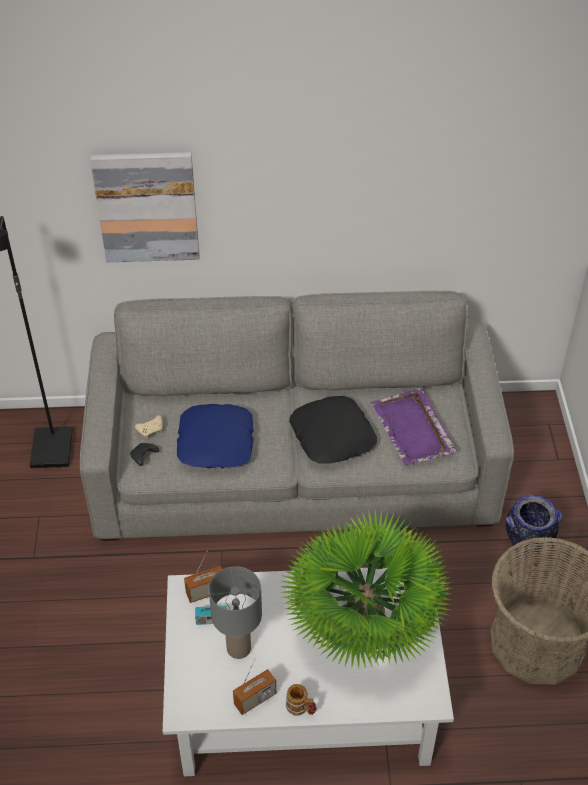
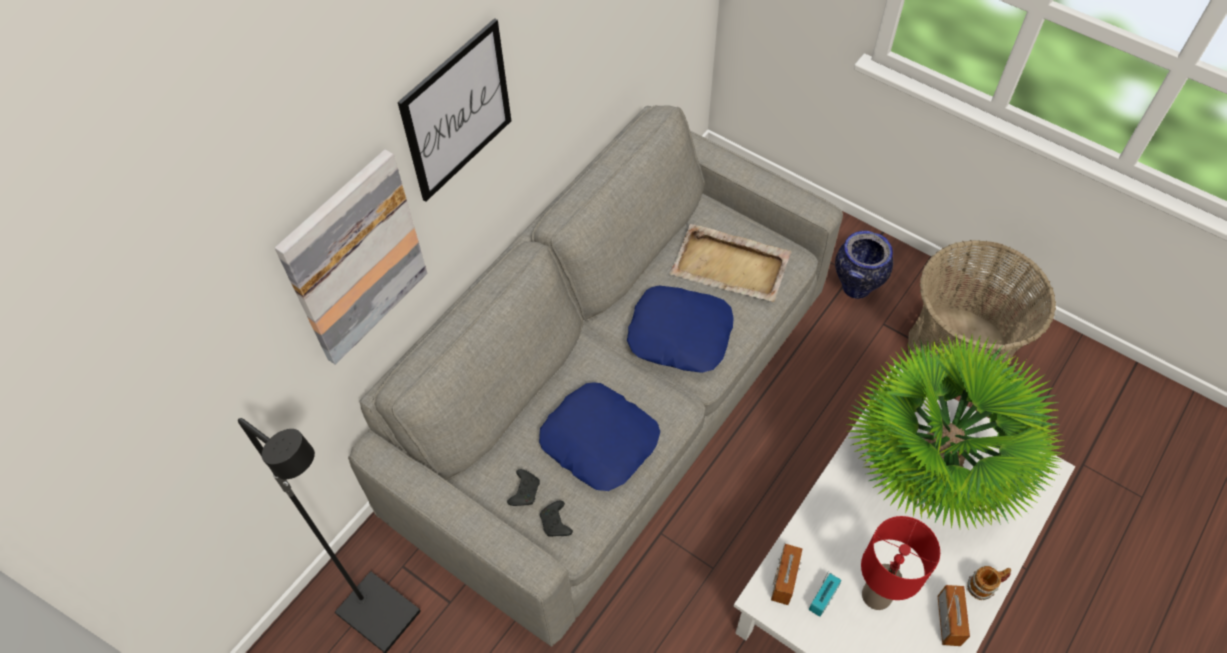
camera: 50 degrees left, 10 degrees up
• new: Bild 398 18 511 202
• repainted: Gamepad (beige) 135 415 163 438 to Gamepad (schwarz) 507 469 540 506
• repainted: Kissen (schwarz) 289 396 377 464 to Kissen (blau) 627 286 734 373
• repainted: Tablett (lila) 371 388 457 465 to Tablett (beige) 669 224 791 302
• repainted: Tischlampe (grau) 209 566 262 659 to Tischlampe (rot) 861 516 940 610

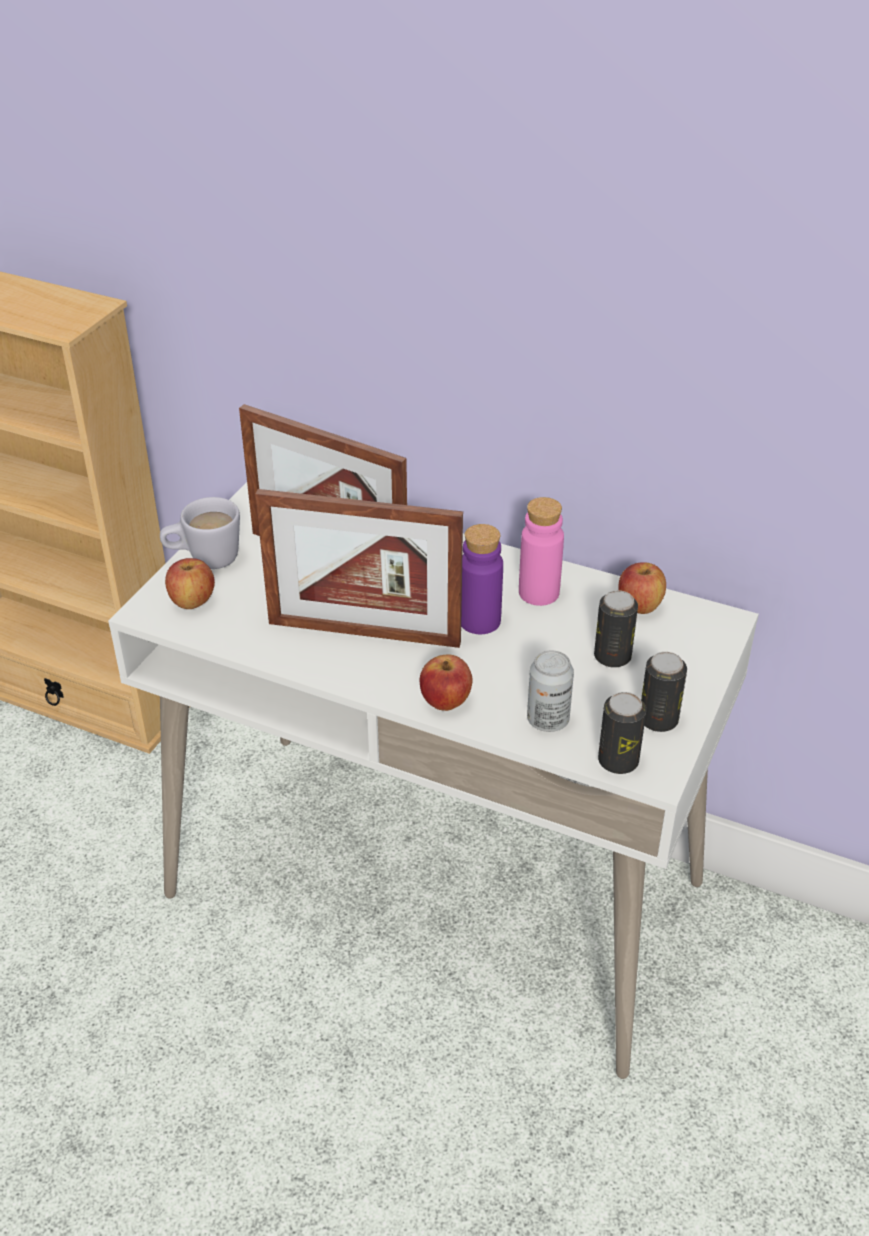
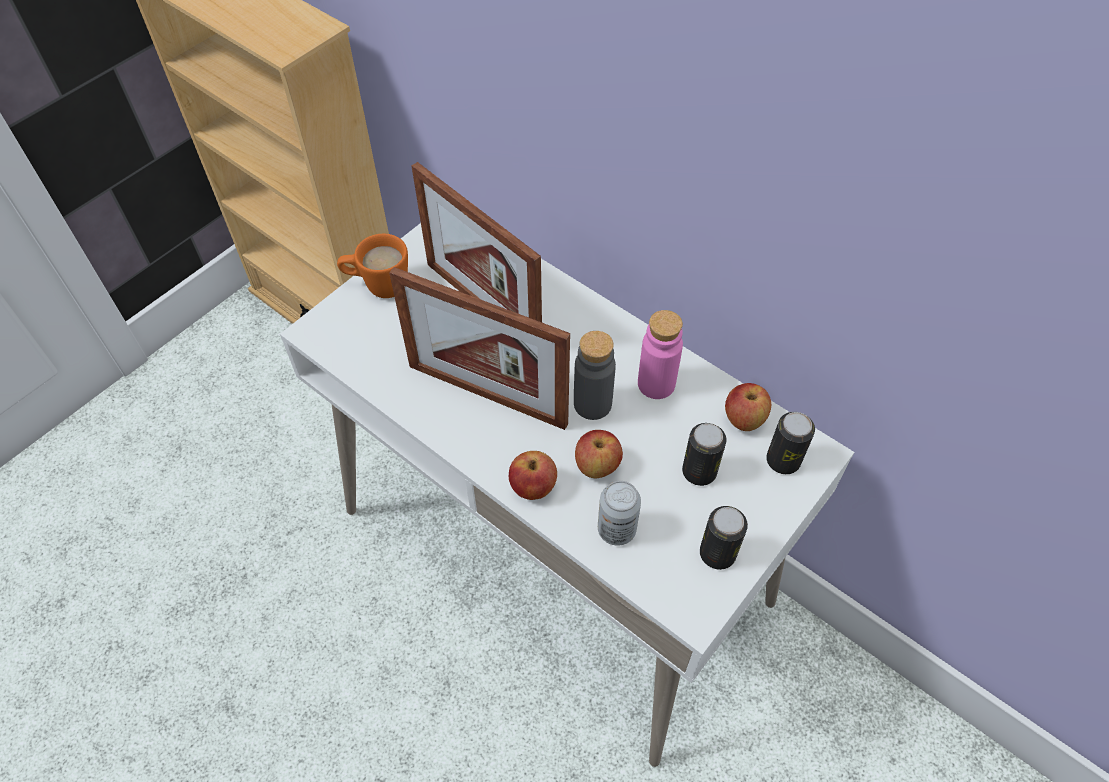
camera: 15 degrees right, 15 degrees up
• repainted: Henkelbecher (weiß) 160 497 240 569 to Henkelbecher (orange) 337 234 408 298
• repainted: Flasche (lila) 461 524 503 634 to Flasche (grau) 574 331 616 420
• shifted: Apfel 165 558 215 609 to 575 430 623 478
• shifted: Dose 598 692 646 774 to 766 412 815 474

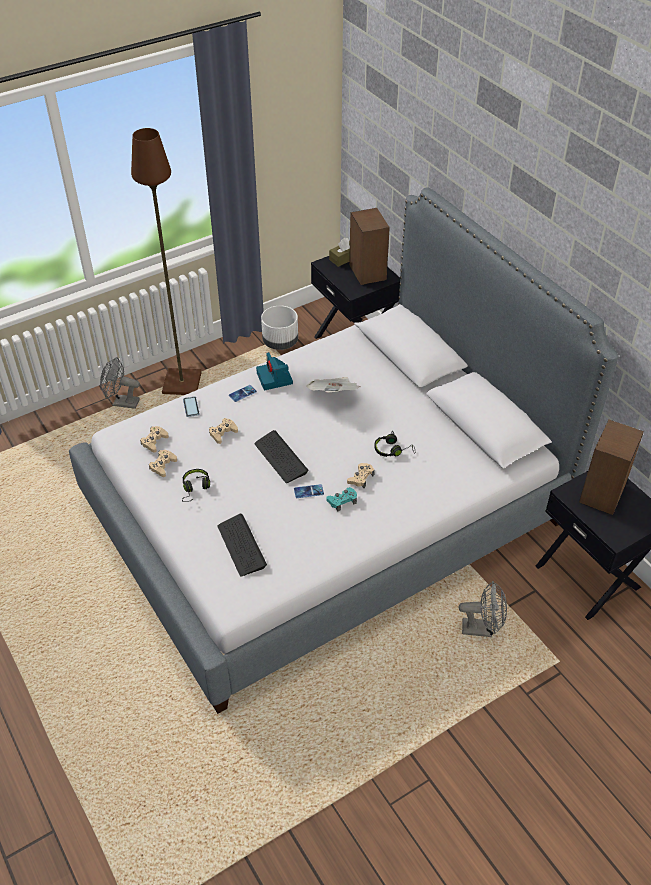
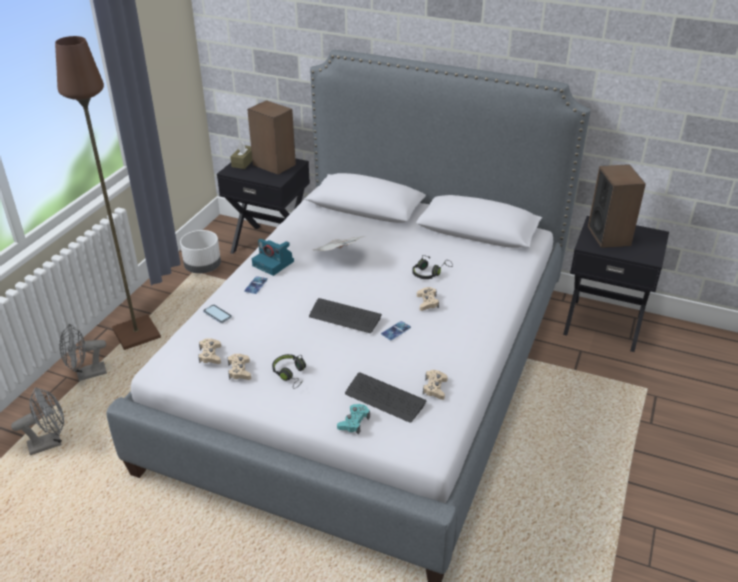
camera: 35 degrees left, 10 degrees down
• shifted: Ventilator (grau) 459 581 507 637 to 11 388 64 455
• shifted: Gamepad (türkis) 326 487 357 512 to 337 404 370 434
• shifted: Gamepad (beige) 209 418 238 444 to 423 370 448 400

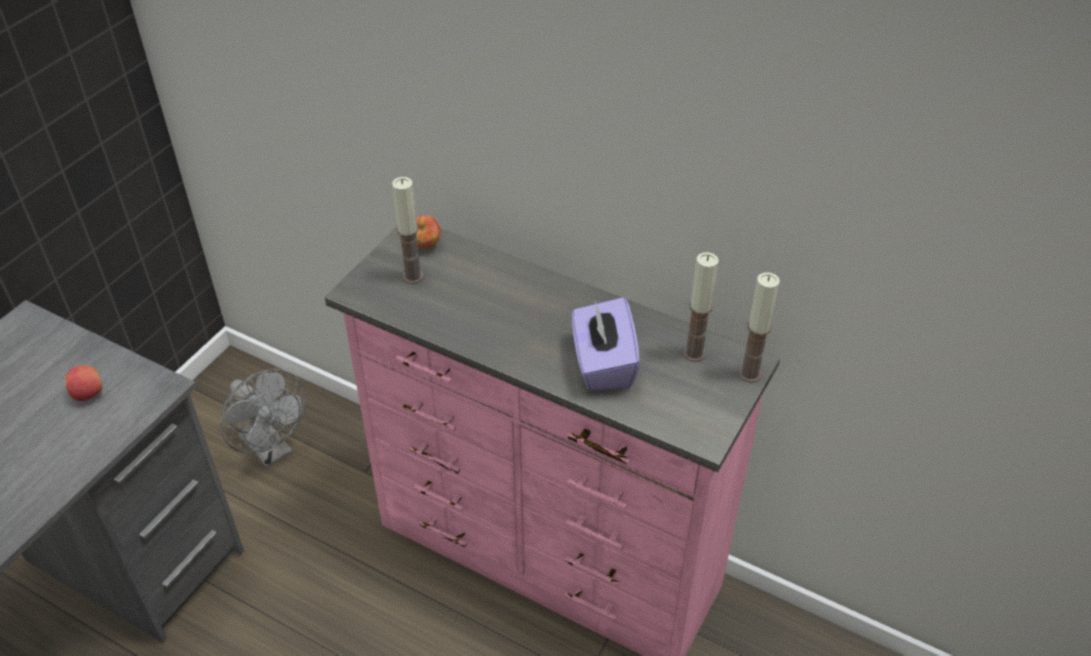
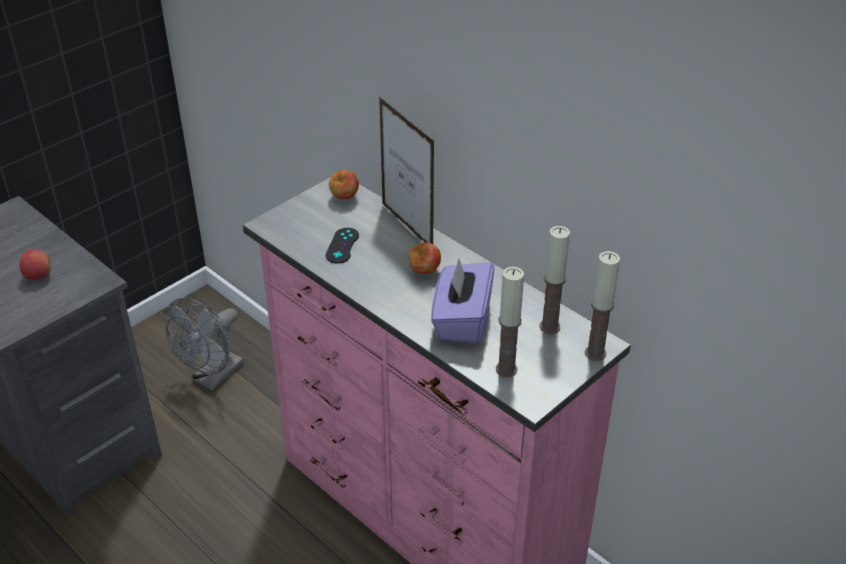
camera: 15 degrees right, 5 degrees down
• rotated: Ventilator (grau) 220 369 306 468 = 166 298 244 391 60 degrees clockwise
• new: Gamepad (schwarz) 325 228 359 264
• new: Bilderrahmen 379 97 434 244
• new: Apfel 409 242 441 274
• shifted: Kerze 392 177 423 284 to 496 267 524 377

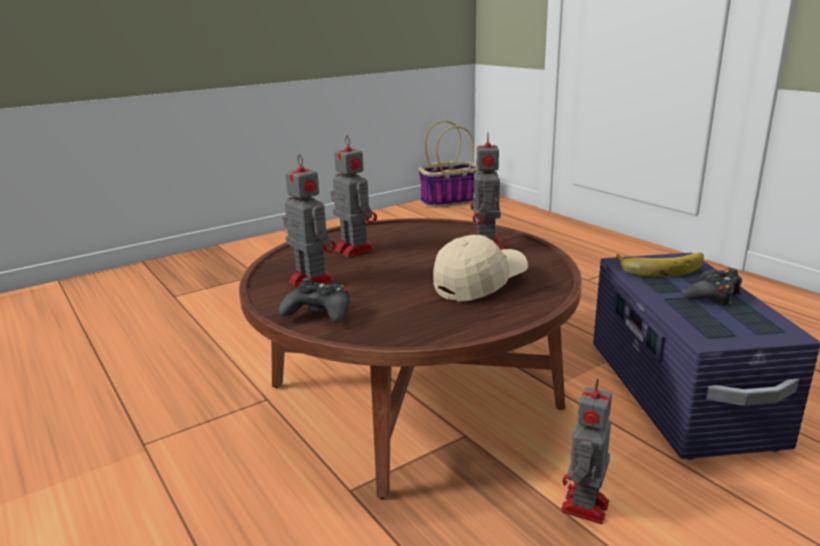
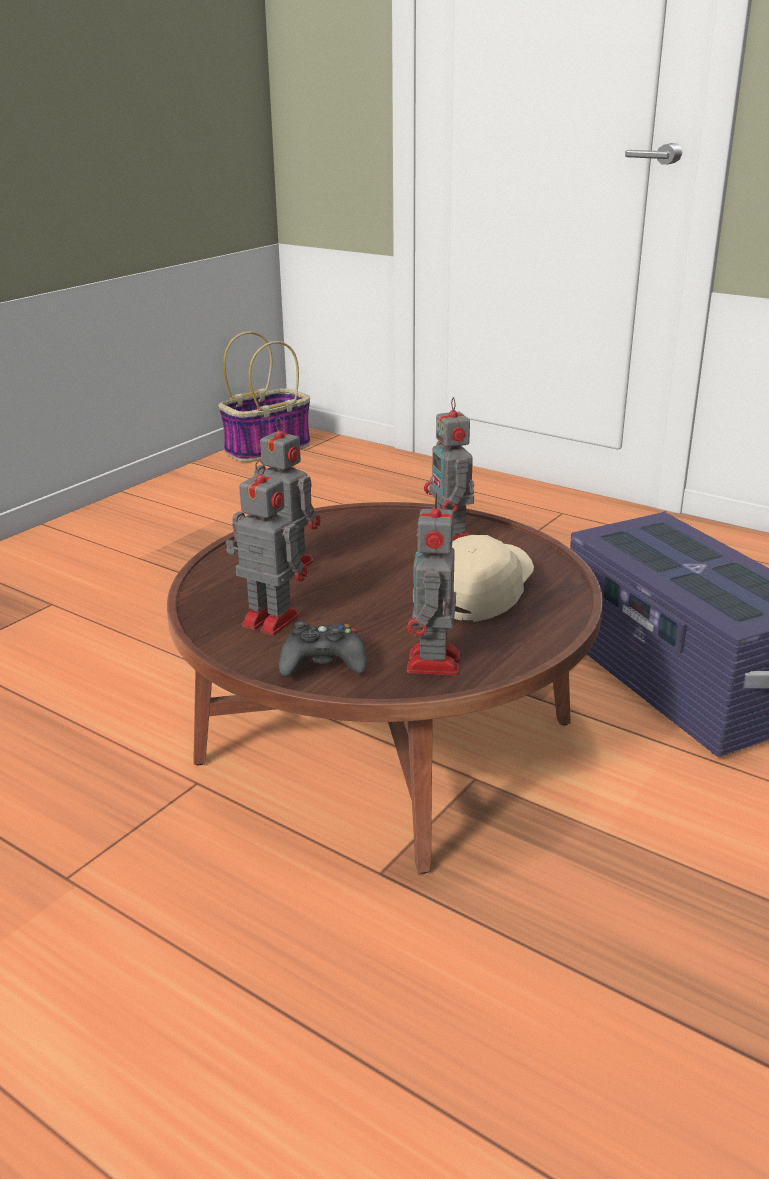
camera: 20 degrees left, 5 degrees up
• shifted: Spielzeugroboter 561 378 612 524 to 407 492 460 675
• gone: Banane 616 252 704 277
• gone: Gamepad (schwarz) 684 269 742 306

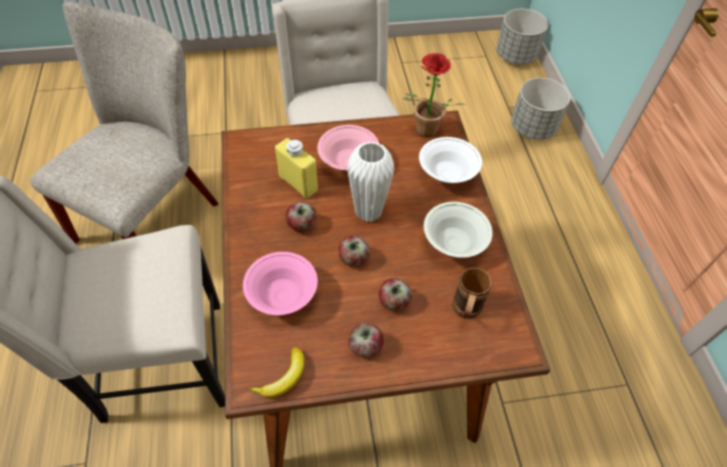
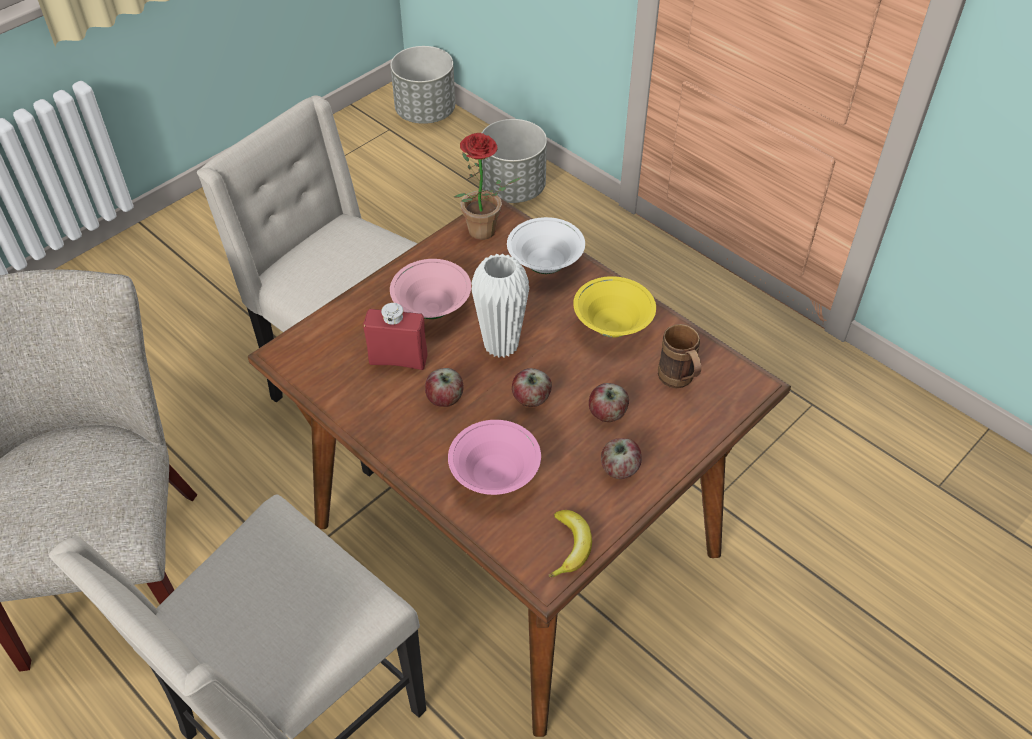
camera: 35 degrees left, 5 degrees down
• repainted: Flasche (gelb) 275 138 318 198 to Flasche (rot) 363 303 427 370
• repainted: Schüssel (weiß) 424 202 493 258 to Schüssel (gelb) 573 276 656 338

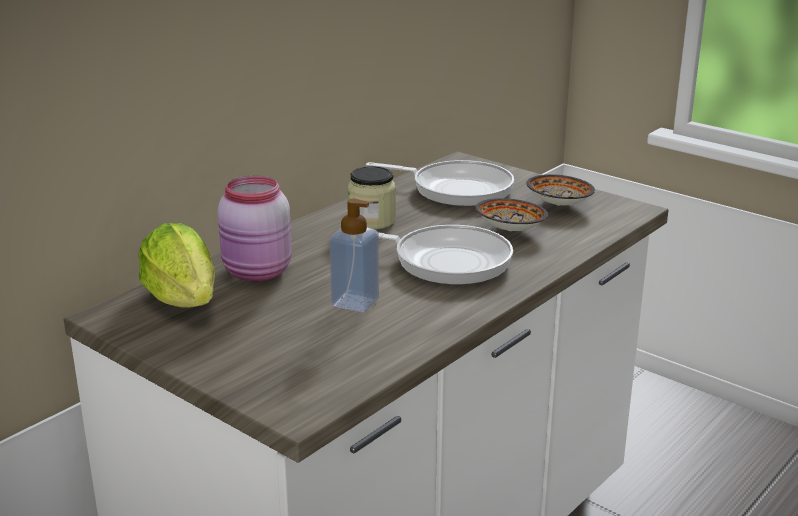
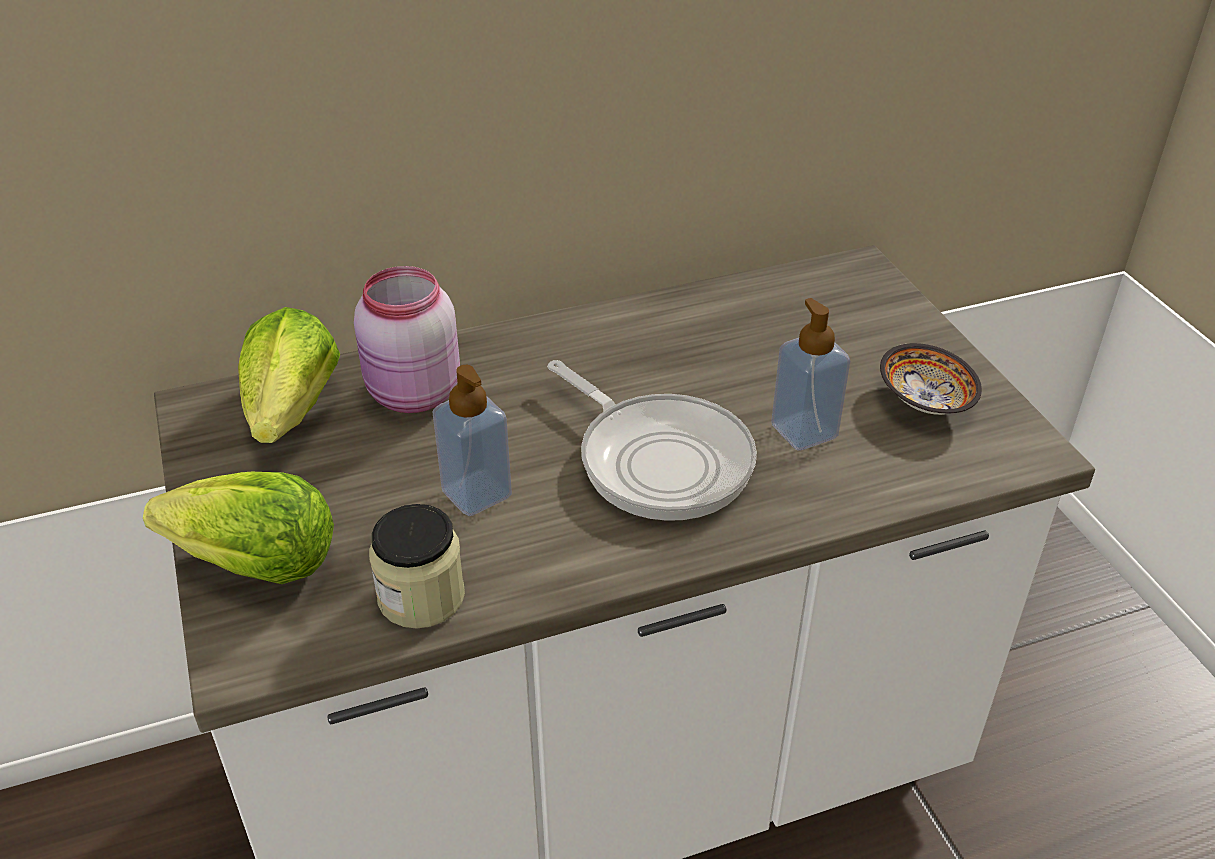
camera: 30 degrees right, 15 degrees up
• new: Salatkopf 143 472 334 584
• shifted: Vorratsglas 348 166 396 230 to 369 504 465 628
• swapped: Schüssel 475 198 548 231 to Seifenspender 771 298 850 451
• gone: Pfanne 366 160 514 207

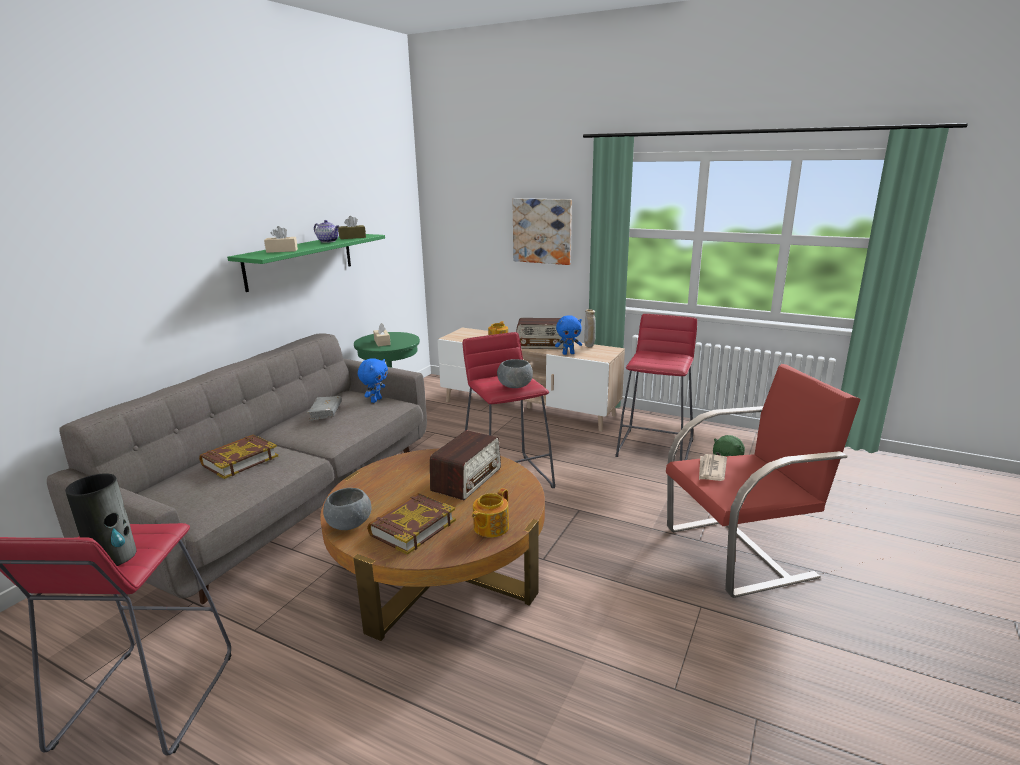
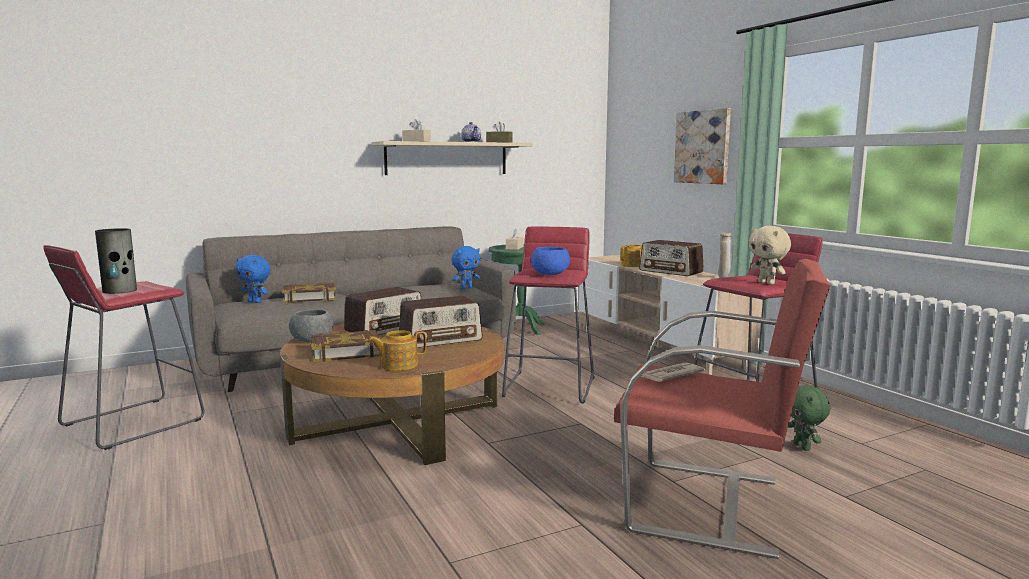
camera: 35 degrees right, 10 degrees down
• shifted: Plüschtier (blau) 555 315 582 355 to 235 255 270 303
• new: Radio 344 287 421 335
• repainted: Wandregal (grün) 227 234 385 292 to Wandregal (beige) 372 141 532 175
• repainted: Schüssel (grau) 497 359 533 388 to Schüssel (blau) 531 247 570 275
• new: Plüschtier (beige) 749 226 791 284
• gone: Buch (grau) 307 396 342 421

